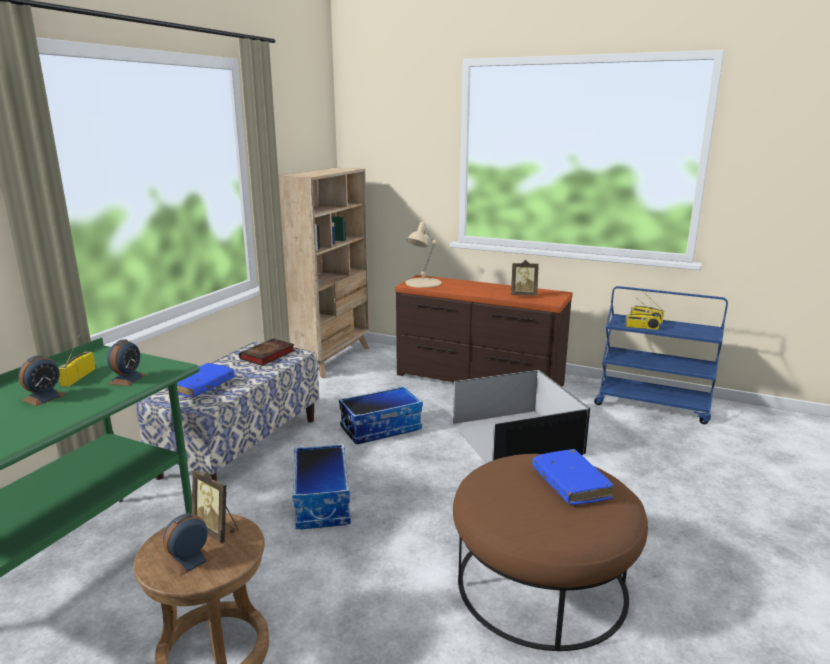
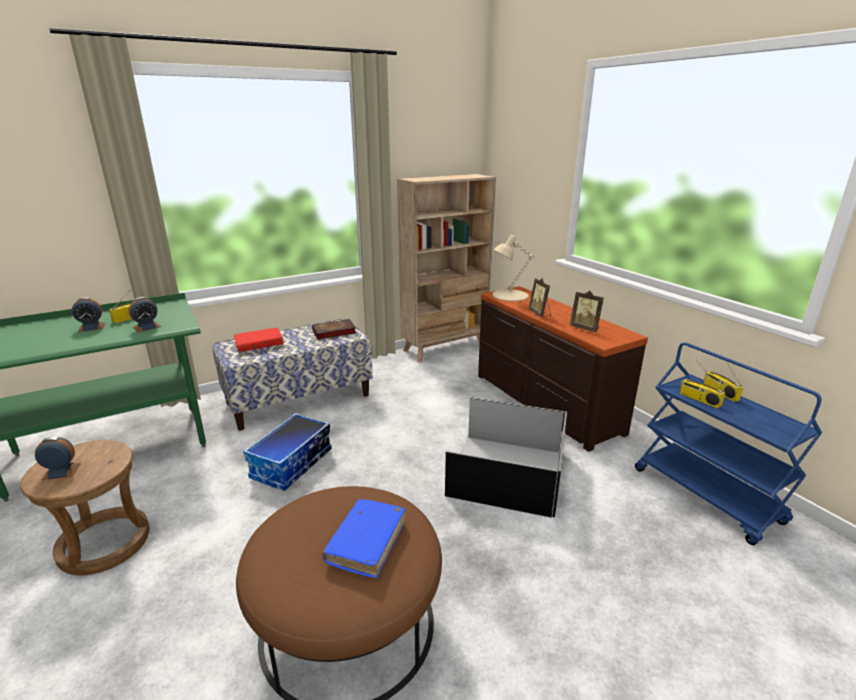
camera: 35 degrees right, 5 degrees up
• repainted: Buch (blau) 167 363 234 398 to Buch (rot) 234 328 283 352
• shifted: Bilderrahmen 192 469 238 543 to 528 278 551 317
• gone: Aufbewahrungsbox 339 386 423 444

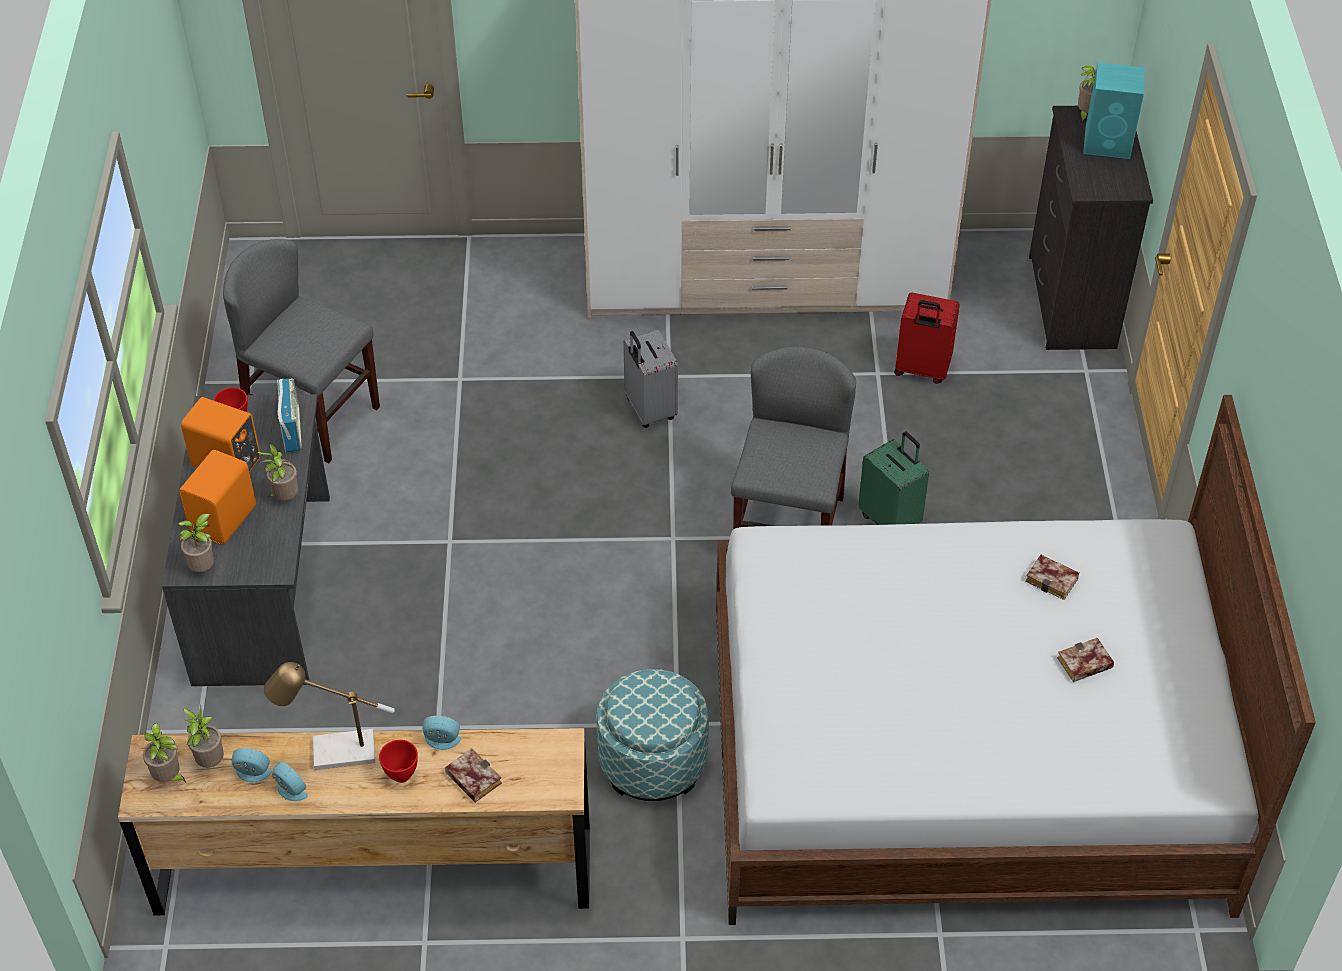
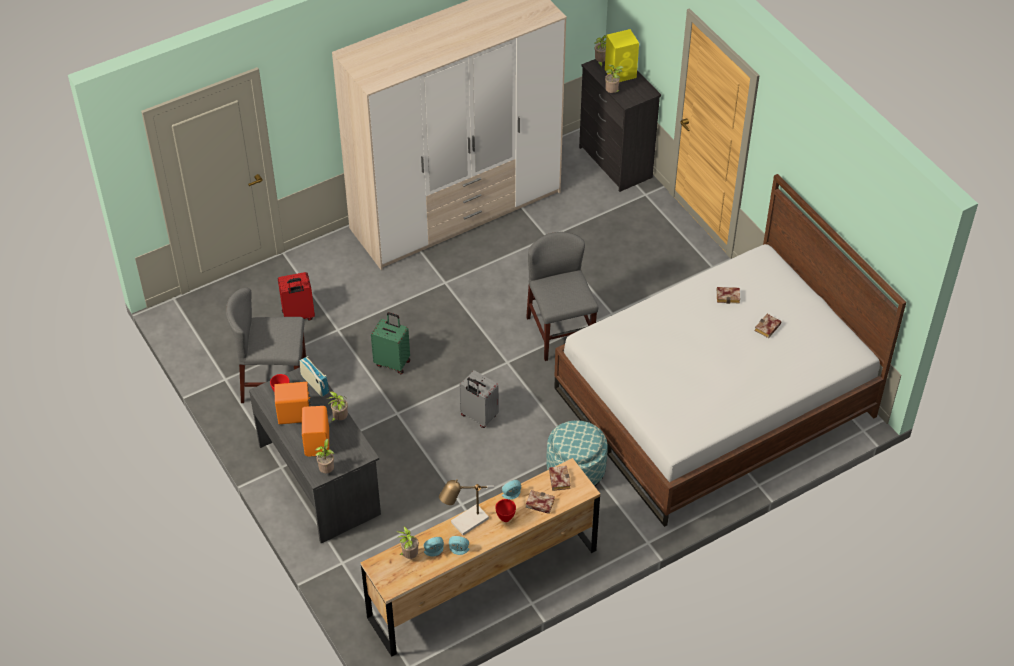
camera: 30 degrees left, 0 degrees up
• shifted: Koffer (rot) 894 293 960 384 to 278 272 315 321
• shifted: Koffer (grün) 858 431 929 525 to 371 312 410 374
• shifted: Koffer (grau) 623 330 678 428 to 460 370 499 428
• new: Buch 549 466 570 491
• repainted: Lautsprecher (türkis) 1083 62 1145 159 to Lautsprecher (gelb) 605 29 639 82
• shifted: Topfpflanze 143 723 186 782 to 605 65 624 93

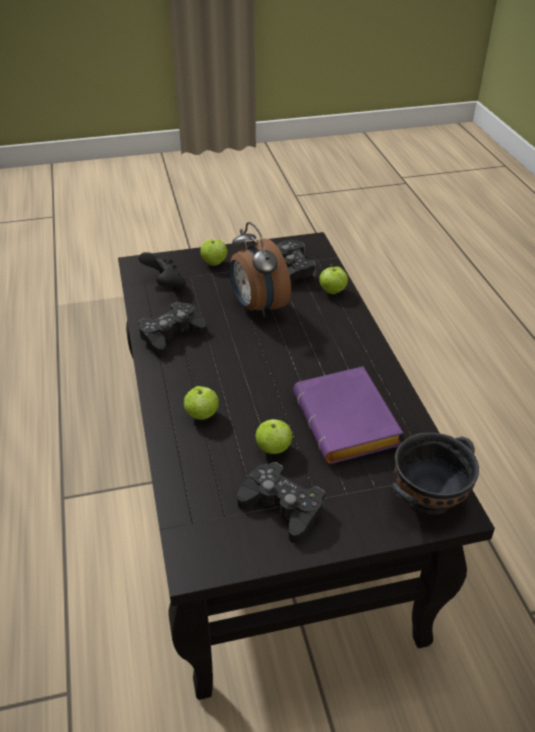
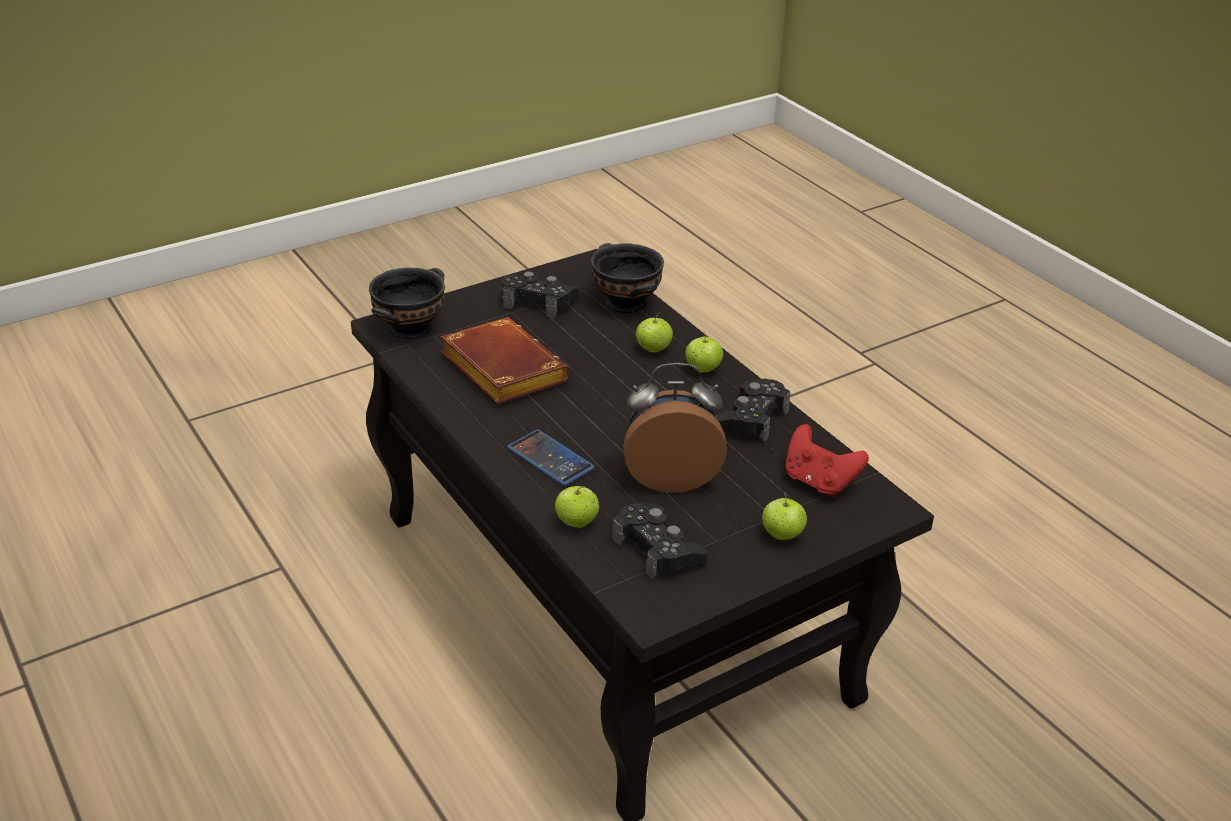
camera: 160 degrees right, 5 degrees down
• repainted: Buch (lila) 293 366 403 464 to Buch (braun) 441 317 569 404
• new: Handy 507 430 595 486
• new: Schüssel (schwarz) 591 243 664 313
• rotated: Wecker 230 222 291 317 = 623 363 727 493 45 degrees counterclockwise
• shifted: Apfel 256 419 293 454 to 685 331 723 372
• repainted: Gamepad (schwarz) 139 252 186 292 to Gamepad (rot) 785 424 869 497

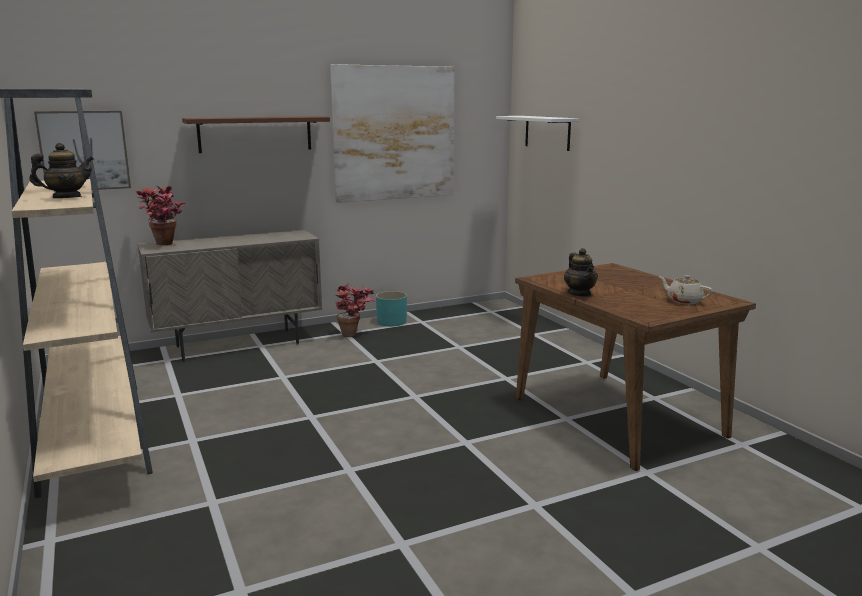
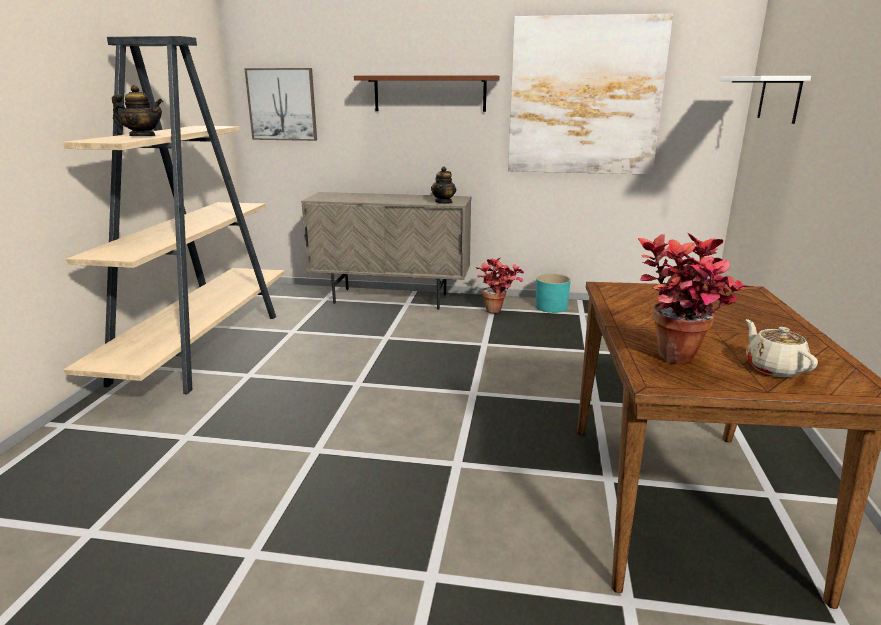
camera: 35 degrees right, 5 degrees up
• shifted: Teekanne 564 248 598 297 to 431 166 456 204
• shifted: Topfpflanze 135 186 185 245 to 638 232 753 365

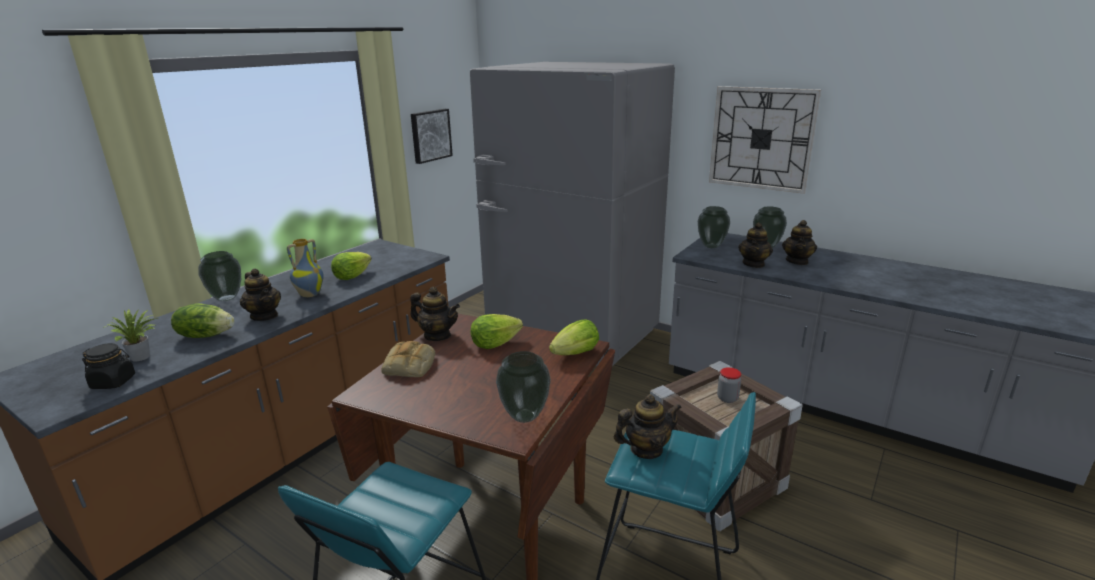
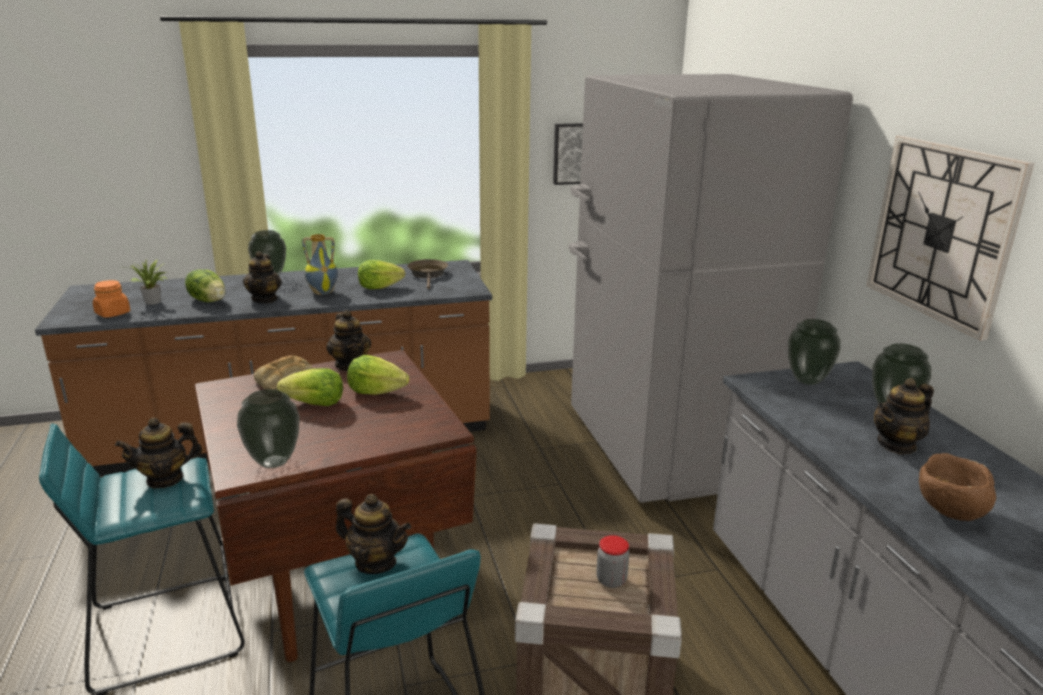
camera: 40 degrees right, 0 degrees up
• repainted: Vorratsglas (schwarz) 82 343 135 389 to Vorratsglas (orange) 93 280 130 318
• shifted: Teekanne 738 222 773 268 to 115 418 202 488
• shifted: Salatkopf 549 319 599 355 to 277 368 343 406
• new: Pfanne (braun) 407 259 448 289
• new: Schüssel (braun) 919 453 996 521

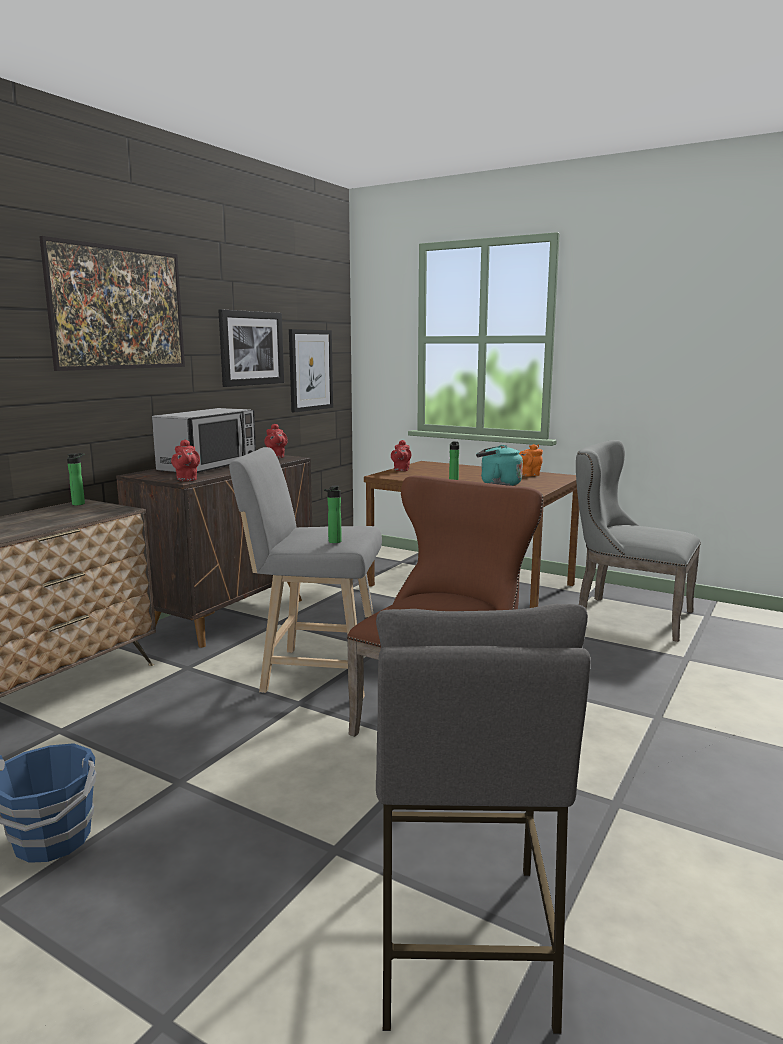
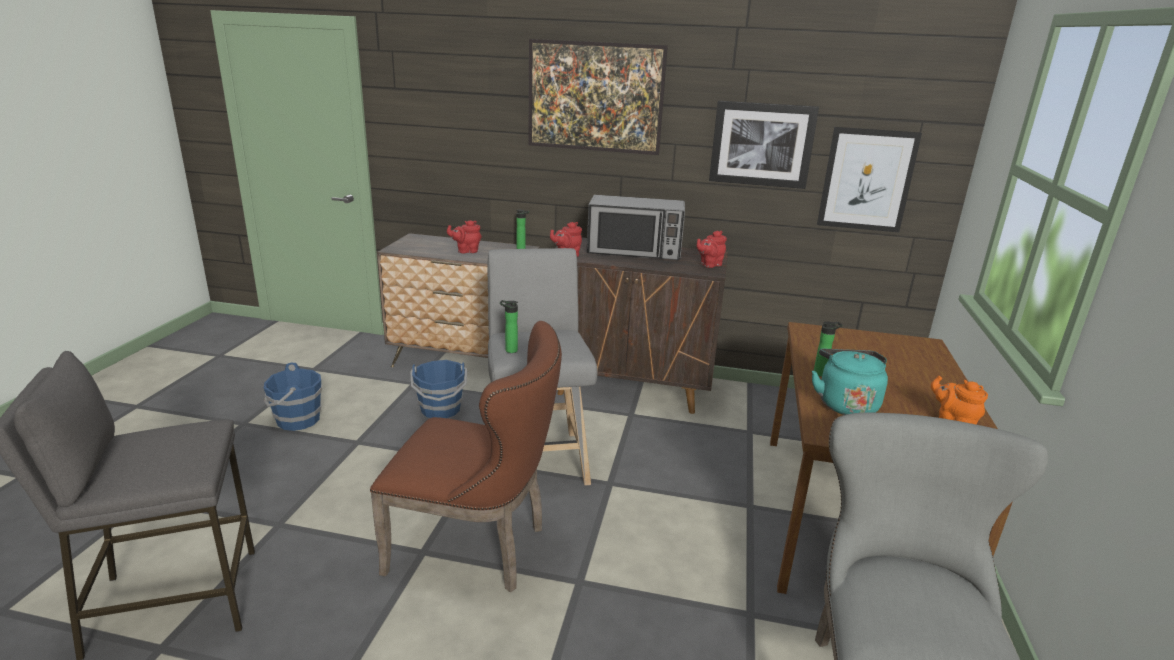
camera: 70 degrees right, 10 degrees up
• new: Eimer (blau) 410 360 467 418
• shifted: Teekanne (rot) 391 440 411 471 to 447 220 482 253

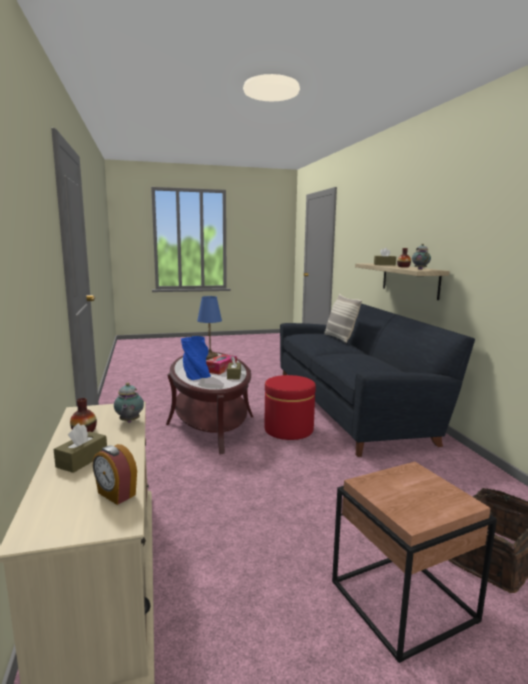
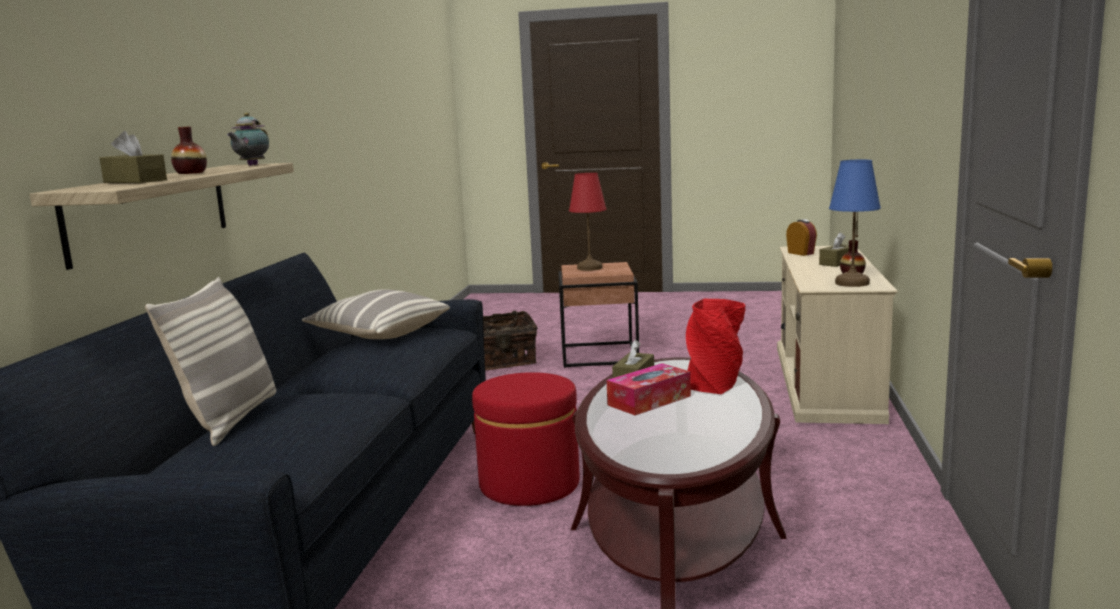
camera: 155 degrees left, 0 degrees up
• new: Kissen 302 289 450 339
• new: Tischlampe (rot) 569 173 606 271
• repainted: Vase (blau) 181 336 211 380 to Vase (rot) 686 299 746 394
• shifted: Tischlampe (blau) 197 296 222 360 to 829 160 881 287
• gone: Teekanne 114 383 144 423

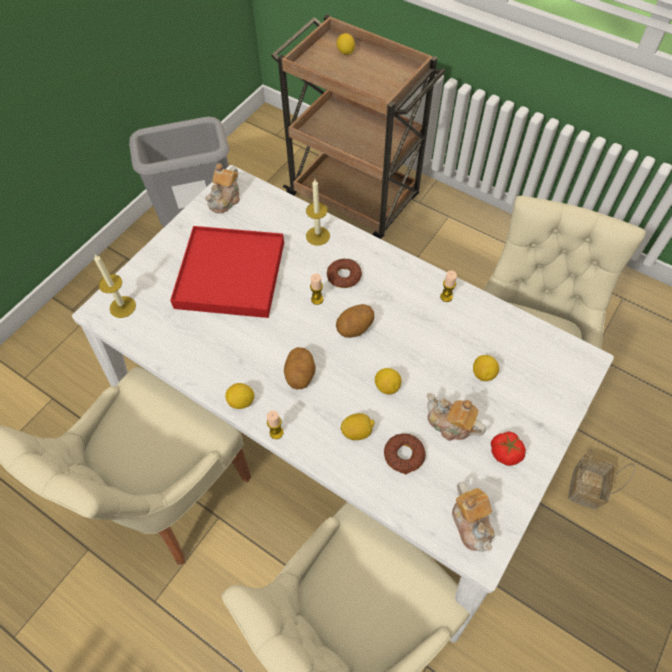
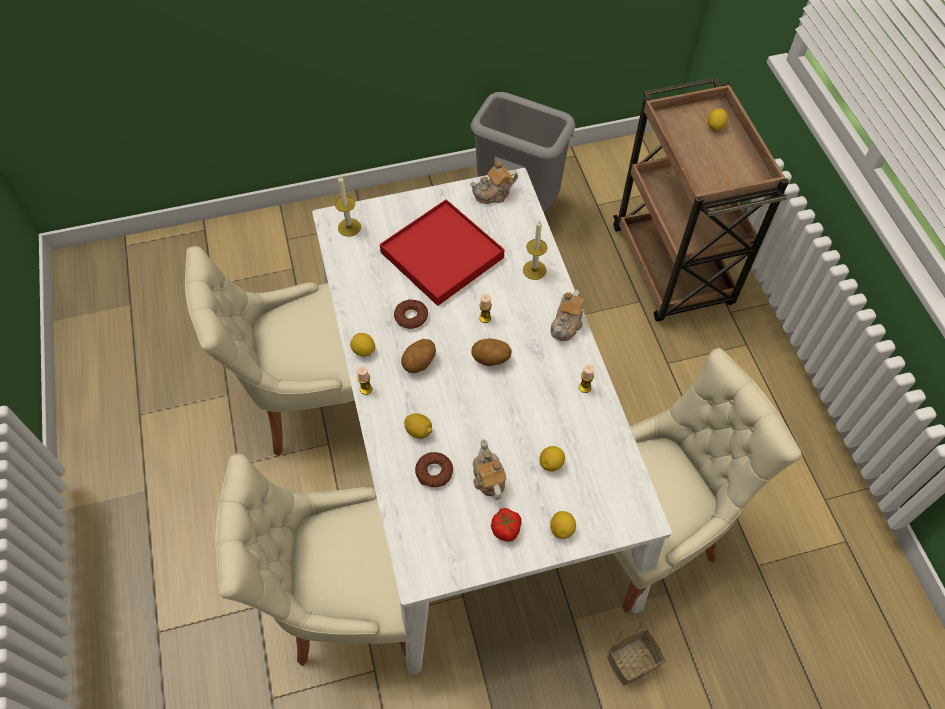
camera: 40 degrees right, 0 degrees up
• shifted: Donut 327 258 362 288 to 394 299 428 329
• shifted: Zitrone 375 368 402 395 to 550 511 576 539
• shifted: Teekanne 452 482 495 552 to 551 290 584 341

